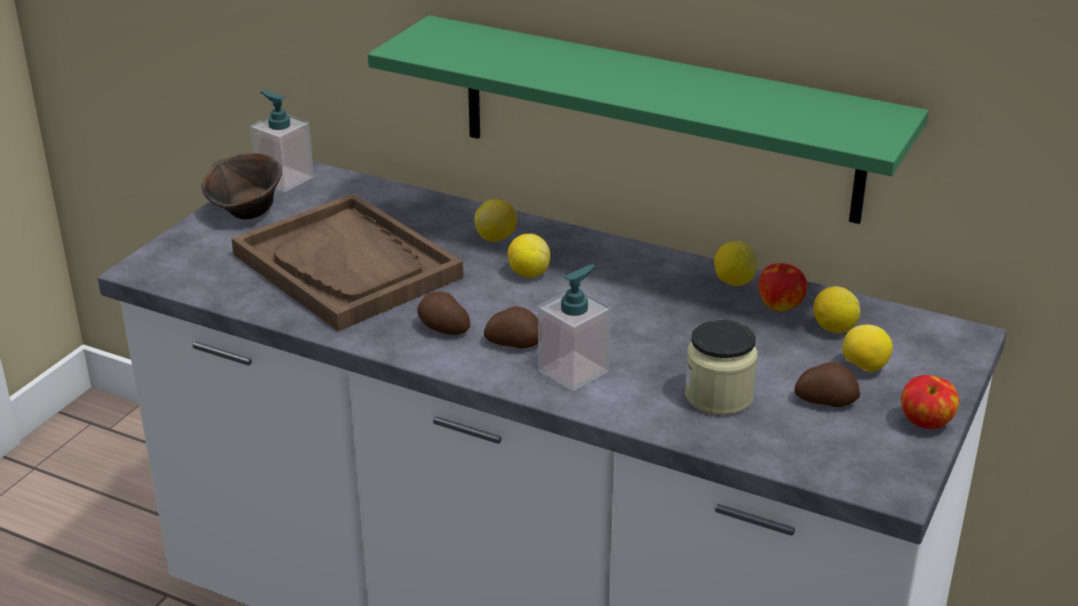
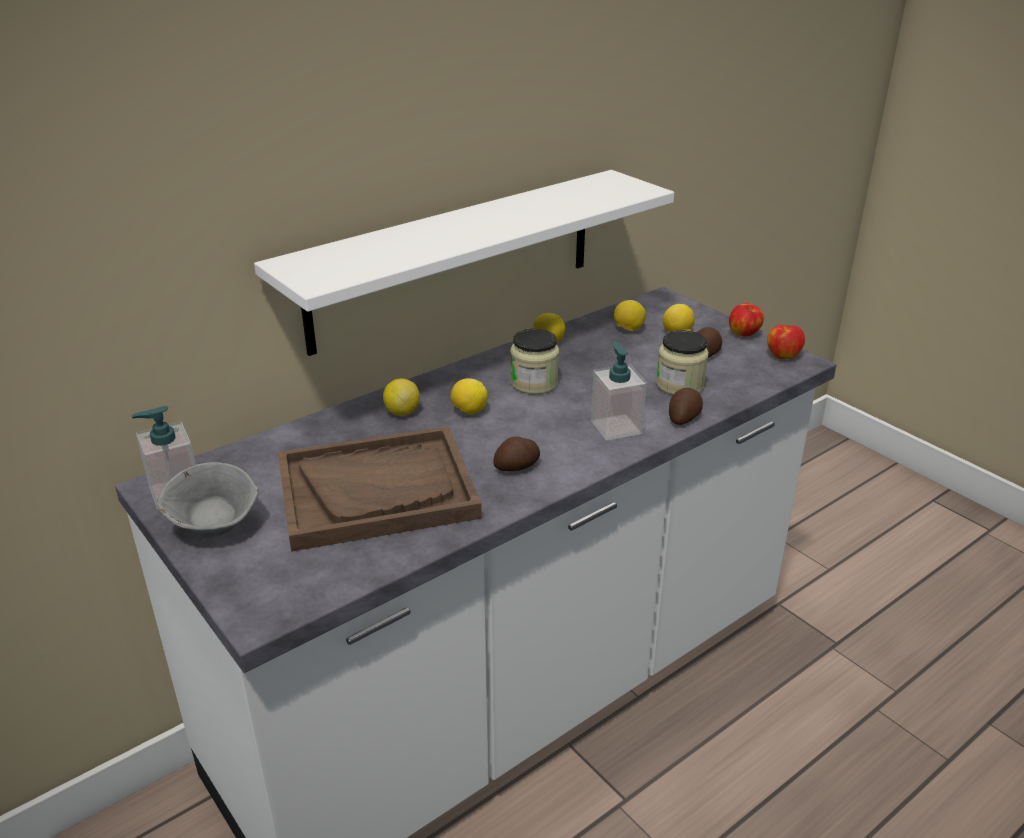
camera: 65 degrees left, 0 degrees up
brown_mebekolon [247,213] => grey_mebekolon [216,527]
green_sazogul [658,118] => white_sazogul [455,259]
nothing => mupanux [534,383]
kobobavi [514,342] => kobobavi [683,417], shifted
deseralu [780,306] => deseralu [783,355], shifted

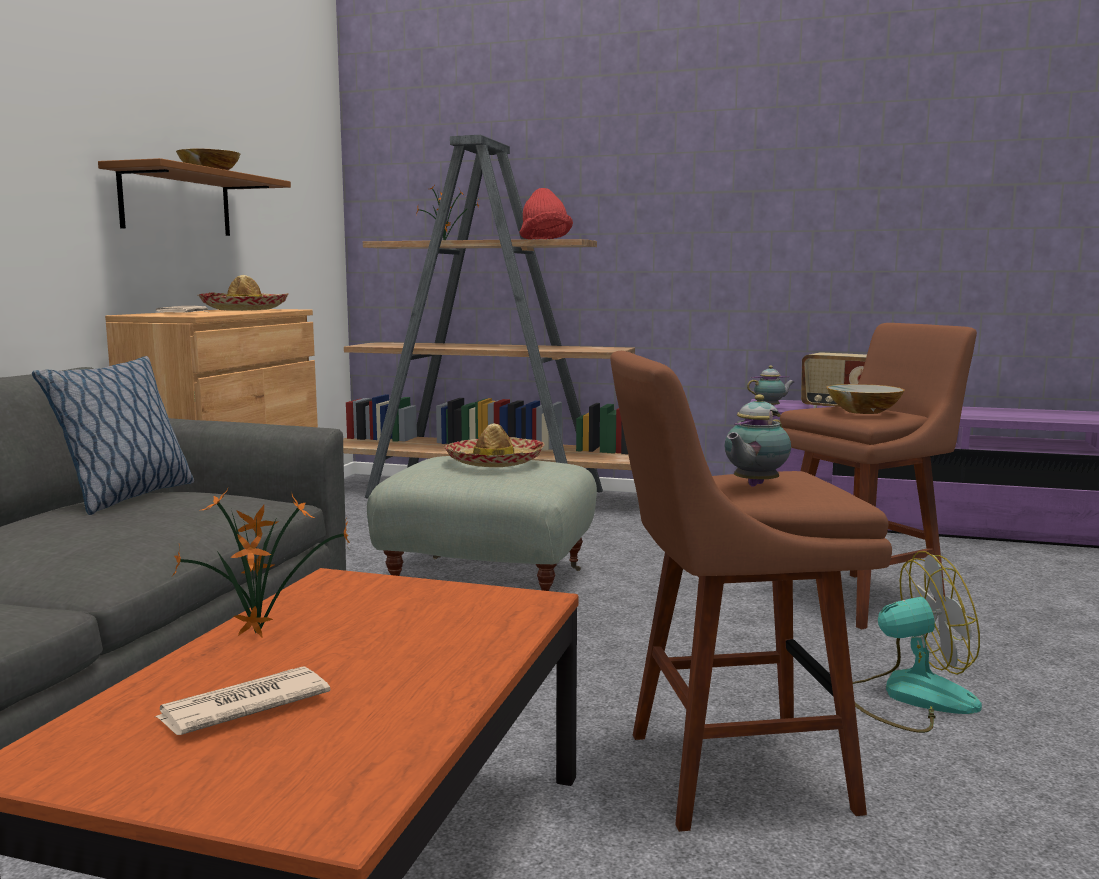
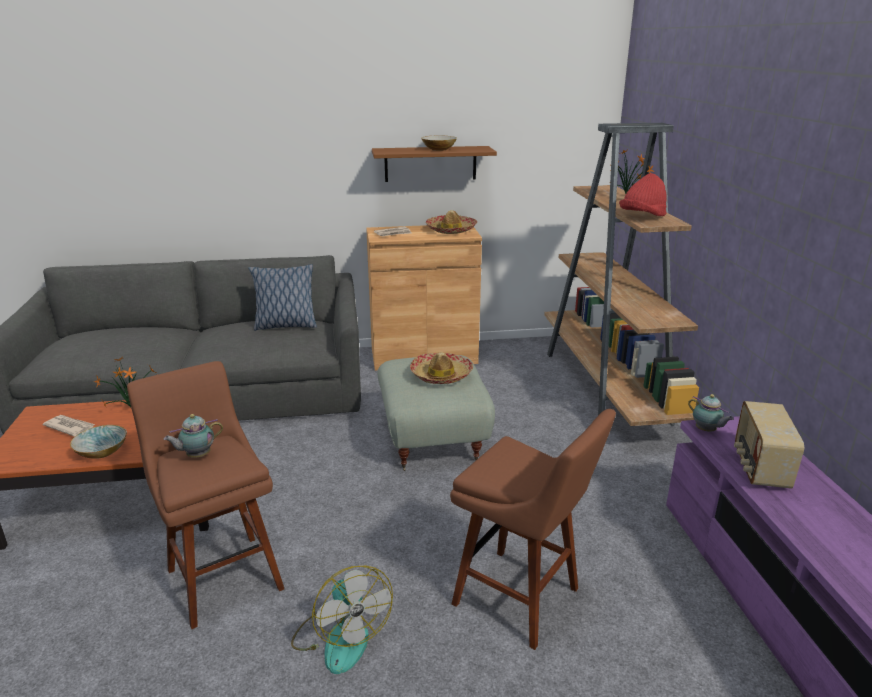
camera: 65 degrees right, 15 degrees up
mebekolon [863,411] => mebekolon [102,451], shifted
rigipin [753,485] => rigipin [197,456], 45 degrees counterclockwise

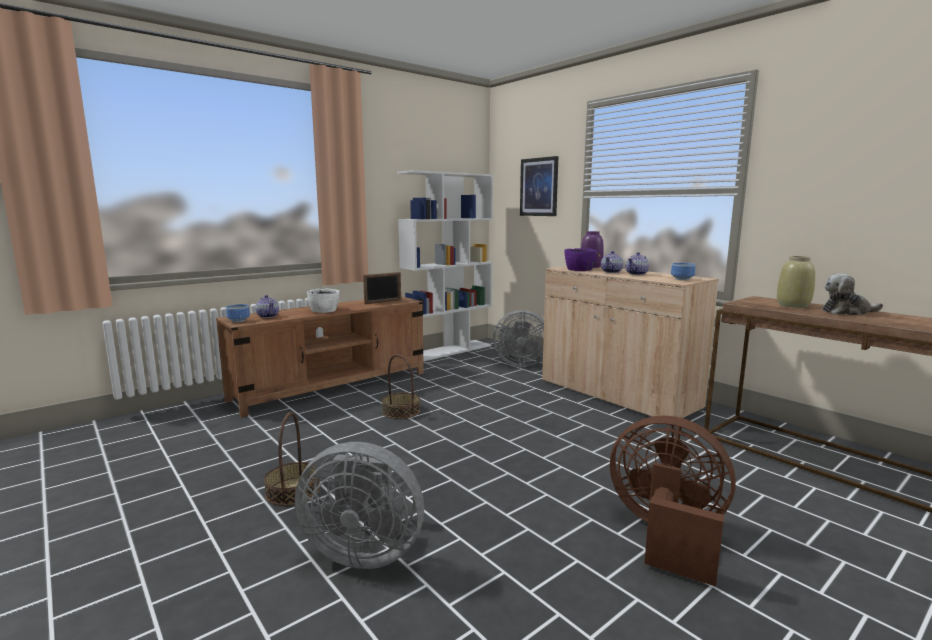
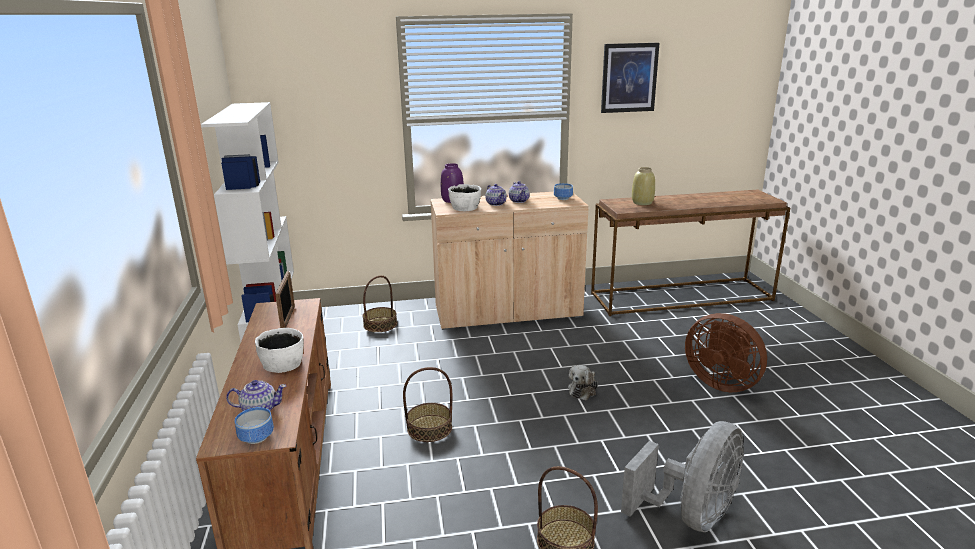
camera: 60 degrees left, 10 degrees up
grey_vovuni [519,364] => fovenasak [380,324]
purple_mebekolon [579,269] => white_mebekolon [465,208]
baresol [847,312] => baresol [583,390], shifted
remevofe [539,187] => remevofe [629,78], shifted
brown_vovuni [666,535] => brown_vovuni [721,382], 105 degrees counterclockwise

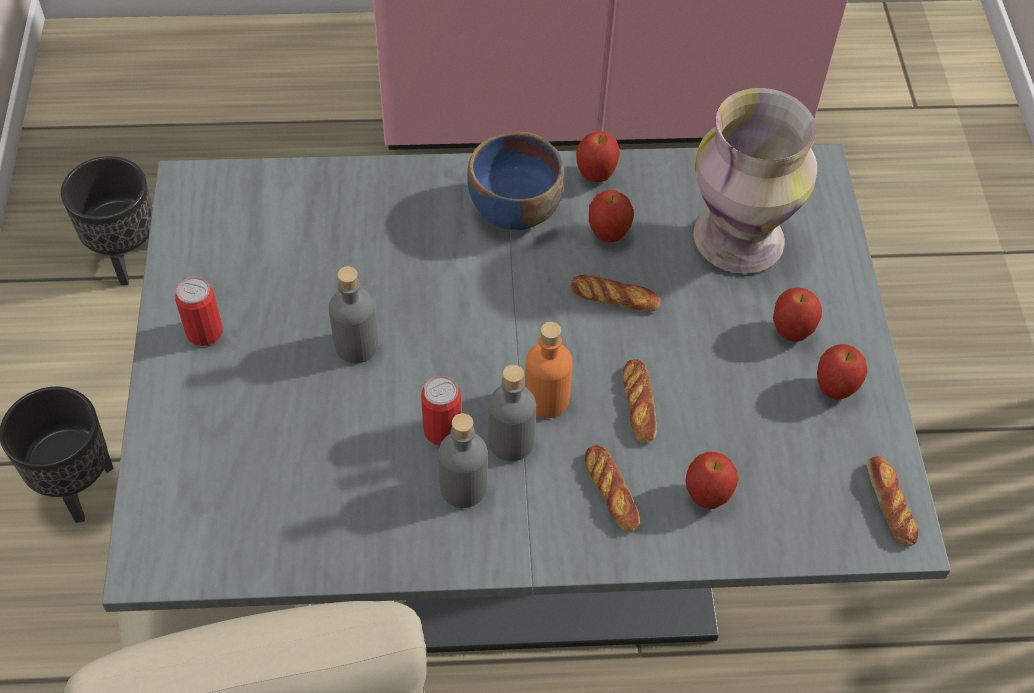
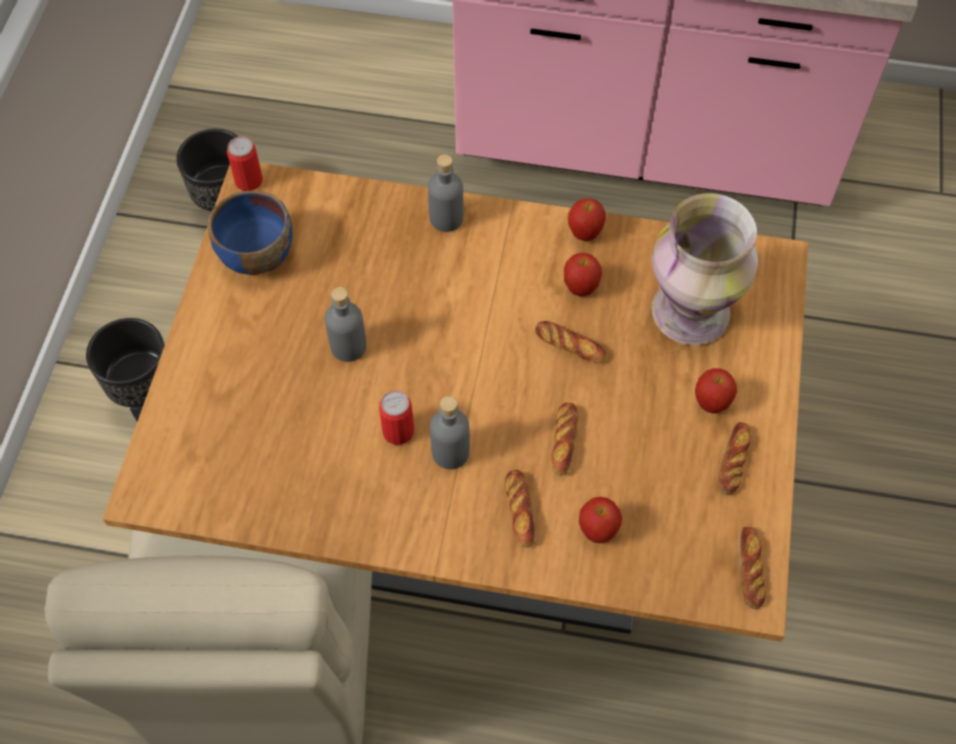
camera: 15 degrees right, 5 degrees up
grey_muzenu [509,549] => brown_muzenu [477,521]
blue_mebekolon [514,209] => blue_mebekolon [256,254], shifted
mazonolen [204,332] => mazonolen [249,181], shifted
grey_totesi [463,488] => grey_totesi [446,218], shifted
deseralu [834,389] => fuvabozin [733,461]
orange_totesi [546,399] => nothing

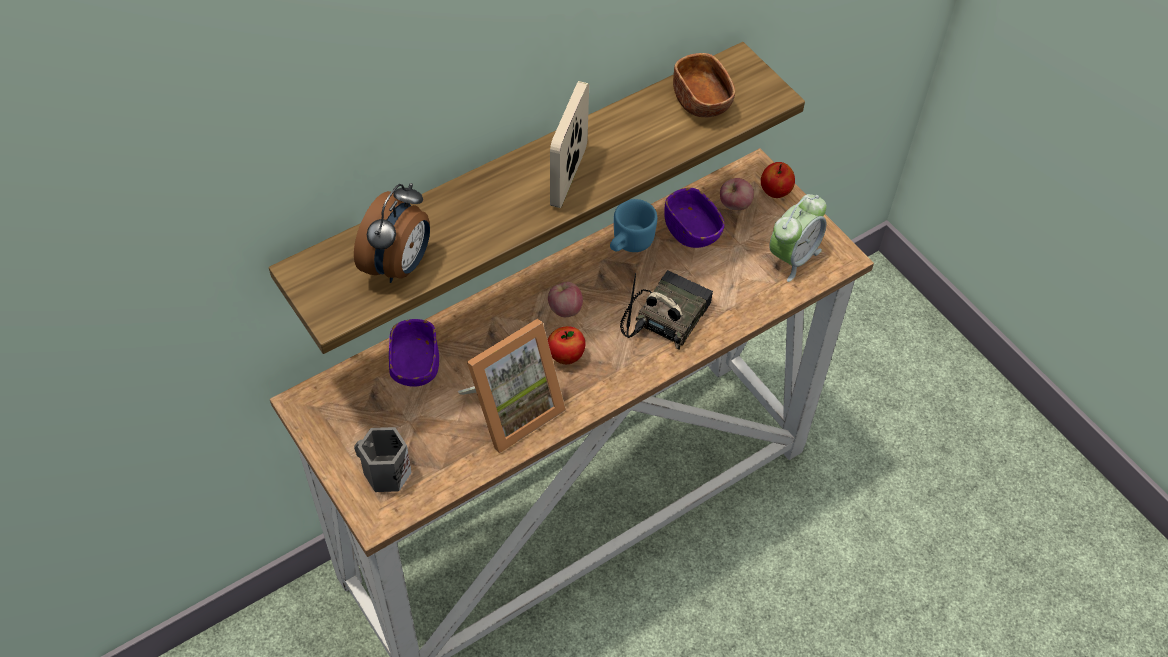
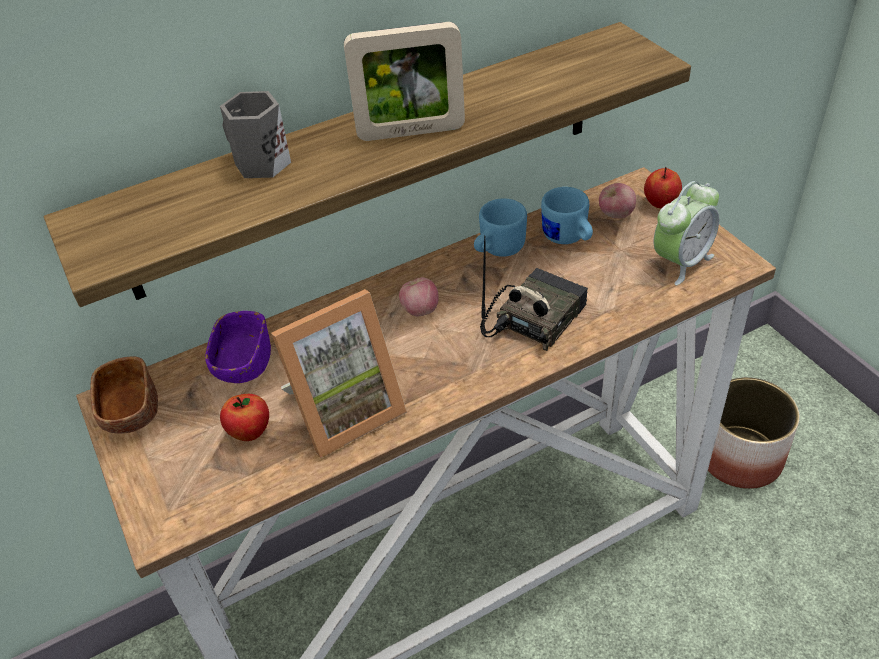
camera: 10 degrees right, 10 degrees down
brown_mebekolon [701,101] => brown_mebekolon [131,412], shifted
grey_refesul [385,473] => grey_refesul [259,163], shifted
deseralu [565,356] => deseralu [250,432], shifted
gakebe [569,176] => gakebe [411,132], 120 degrees counterclockwise
purple_mebekolon [692,231] => blue_refesul [568,238]
nothing => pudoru [741,457]
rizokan [399,265] => nothing

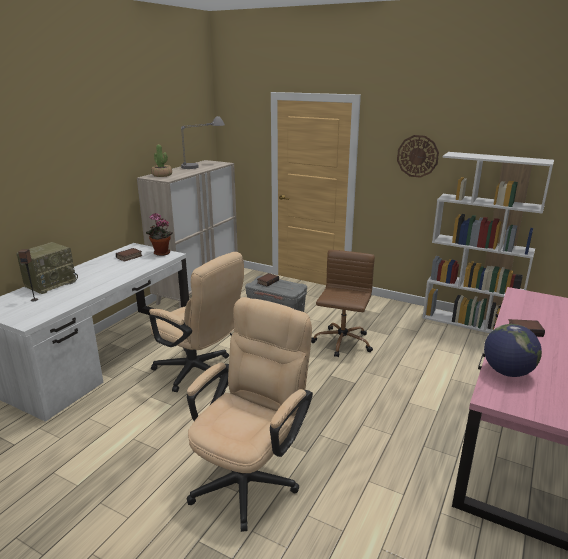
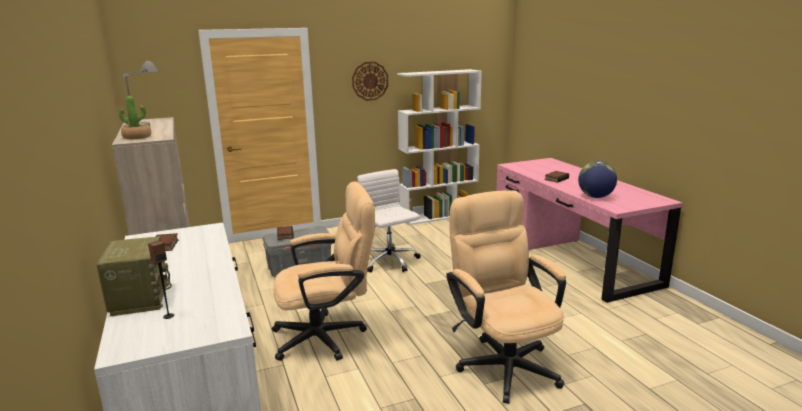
camera: 50 degrees left, 5 degrees down
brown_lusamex [342,343] => white_lusamex [390,262]
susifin [160,253] => nothing

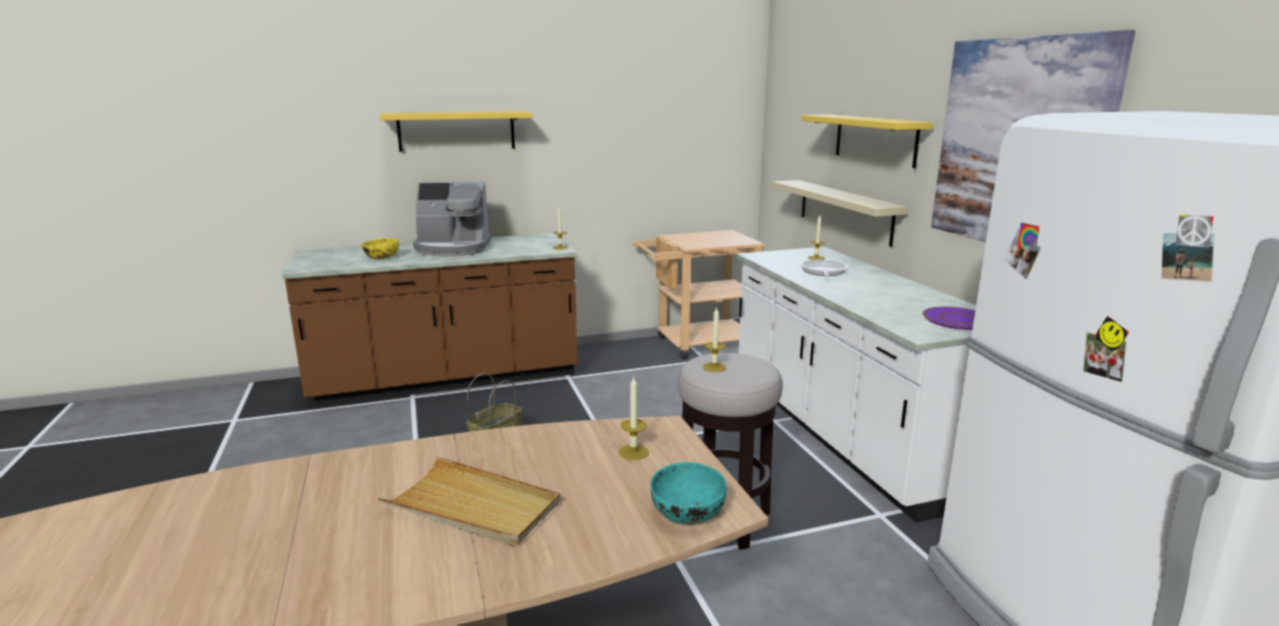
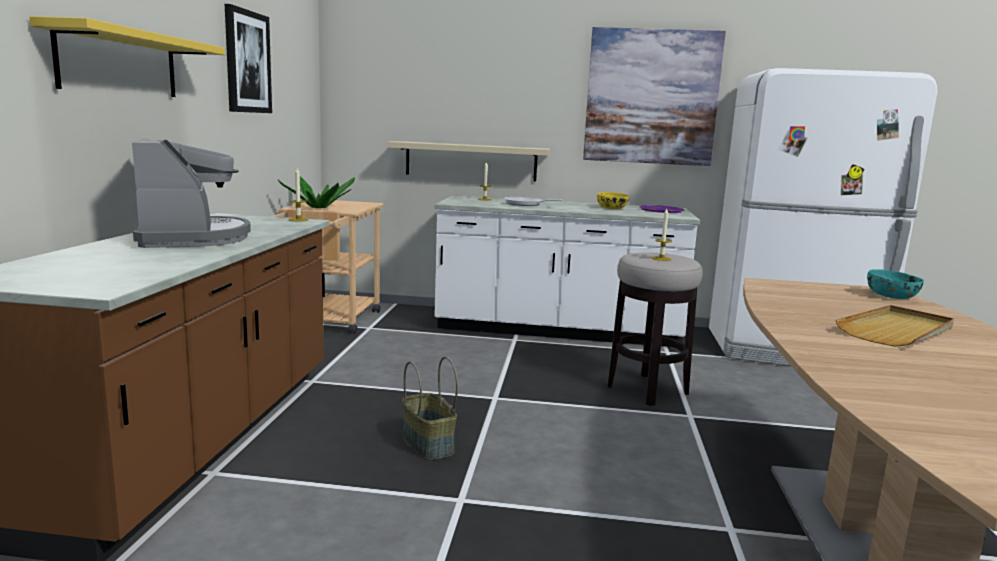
camera: 65 degrees left, 5 degrees down
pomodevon [453,248] => pomodevon [192,238], 45 degrees counterclockwise
nothing => remevofe [247,62]
nothing => susifin [318,208]
yellow_mebekolon [381,257] => yellow_mebekolon [611,208], shifted
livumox [633,452] => nothing
yellow_sazogul [875,139] => nothing

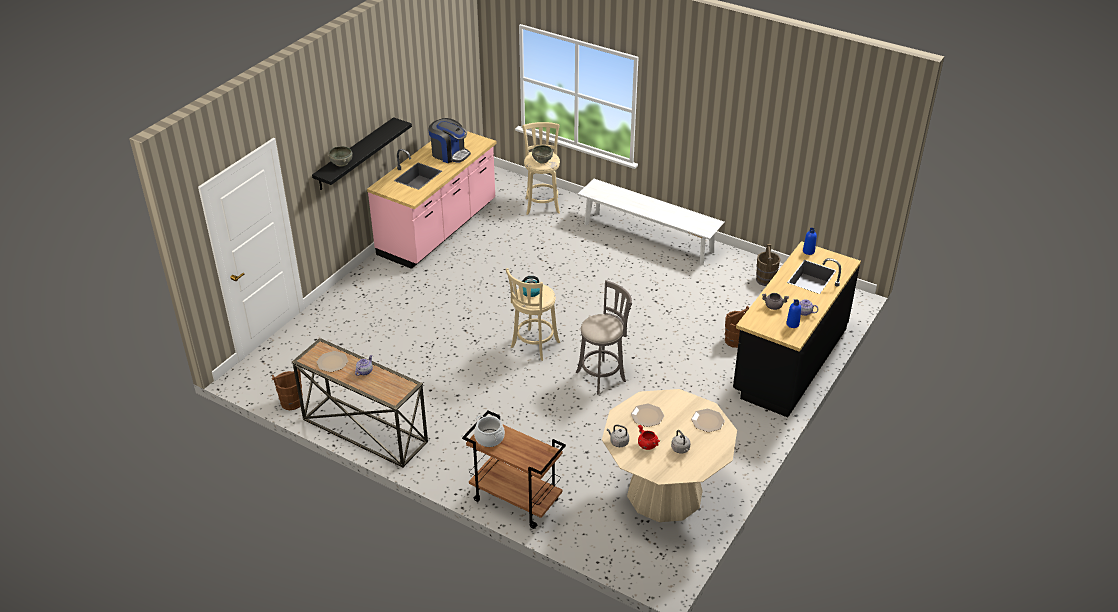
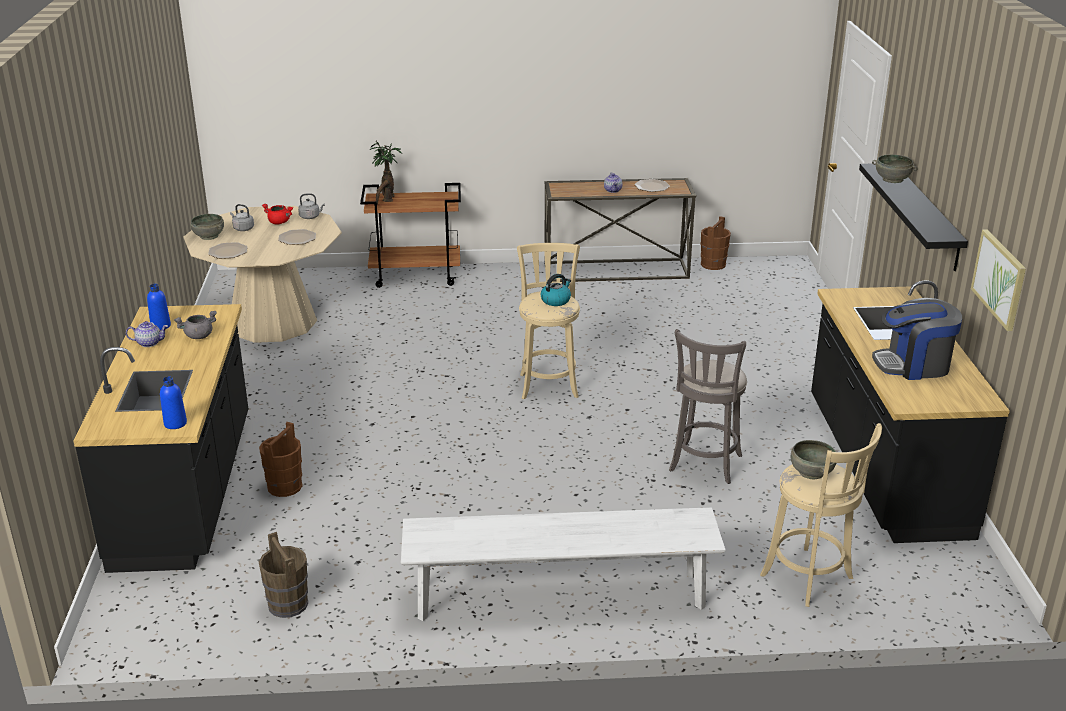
camera: 145 degrees right, 10 degrees down
nothing => grey_mebekolon [209,236]
nothing => susifin [386,200]
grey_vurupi [603,375] => grey_vurupi [704,465], shifted
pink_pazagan [438,229] => black_pazagan [884,467]
nothing => remevofe [999,279]
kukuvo [489,438] => nothing

